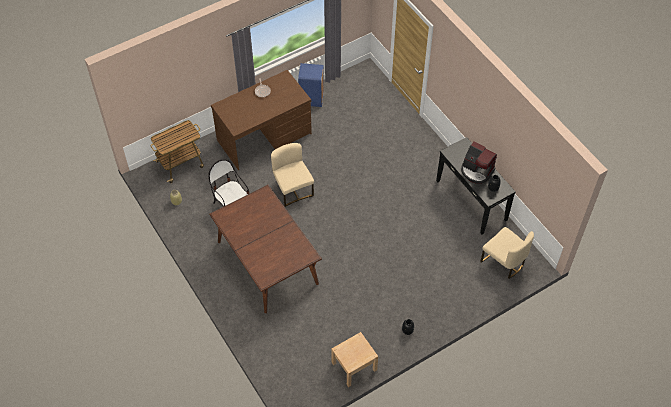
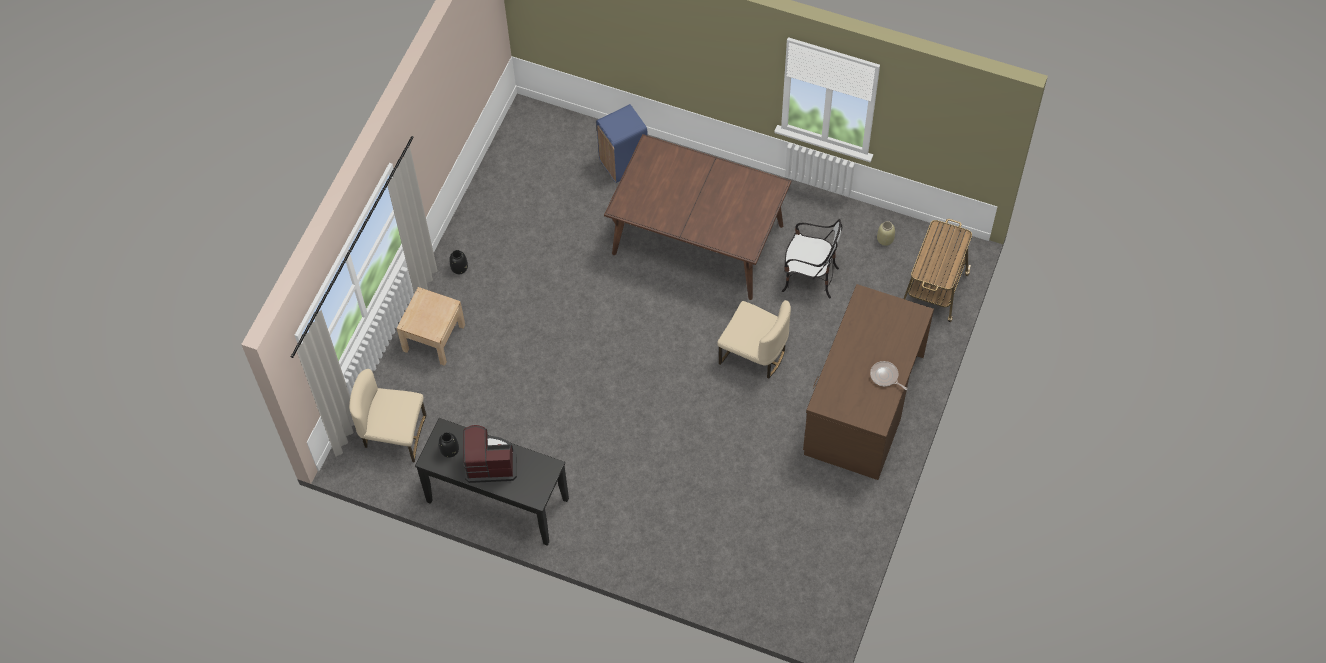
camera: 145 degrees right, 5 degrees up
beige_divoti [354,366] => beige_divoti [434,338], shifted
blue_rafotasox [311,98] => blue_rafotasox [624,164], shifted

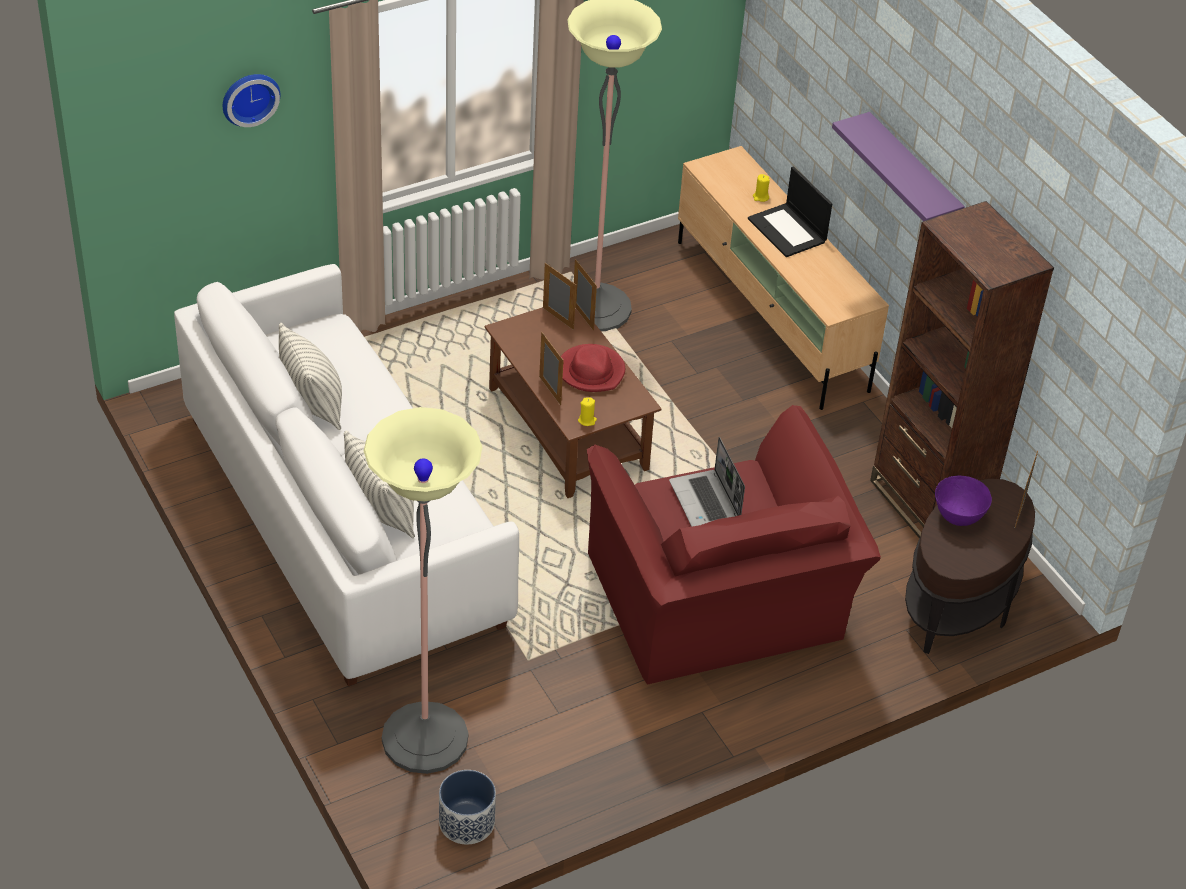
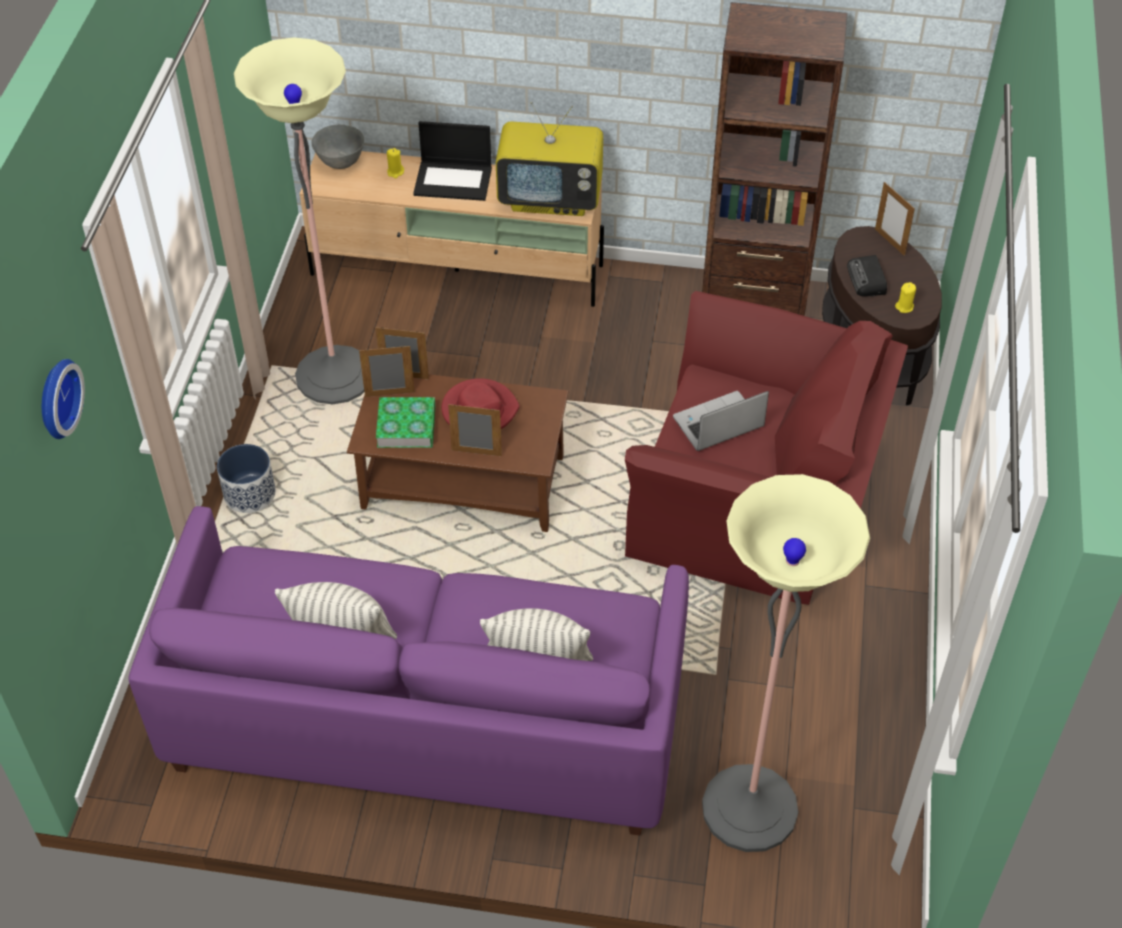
camera: 50 degrees left, 5 degrees up
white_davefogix [343,520] => purple_davefogix [425,719]
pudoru [466,822] => pudoru [249,494], shifted
nothing => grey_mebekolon [340,162]
nothing => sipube [406,427]
nothing => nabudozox [551,198]
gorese [706,502] => gorese [717,424], 135 degrees clockwise
purple_mebekolon [958,517] => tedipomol [867,280]
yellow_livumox [587,420] => yellow_livumox [904,307], shifted
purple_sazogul [912,176] => nothing

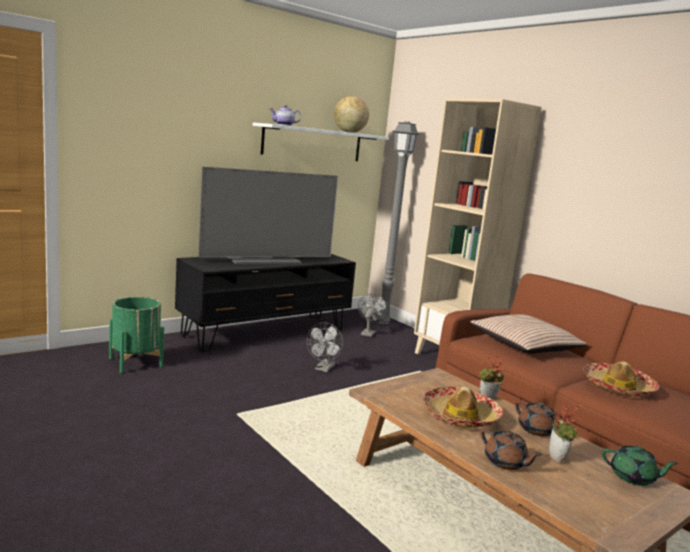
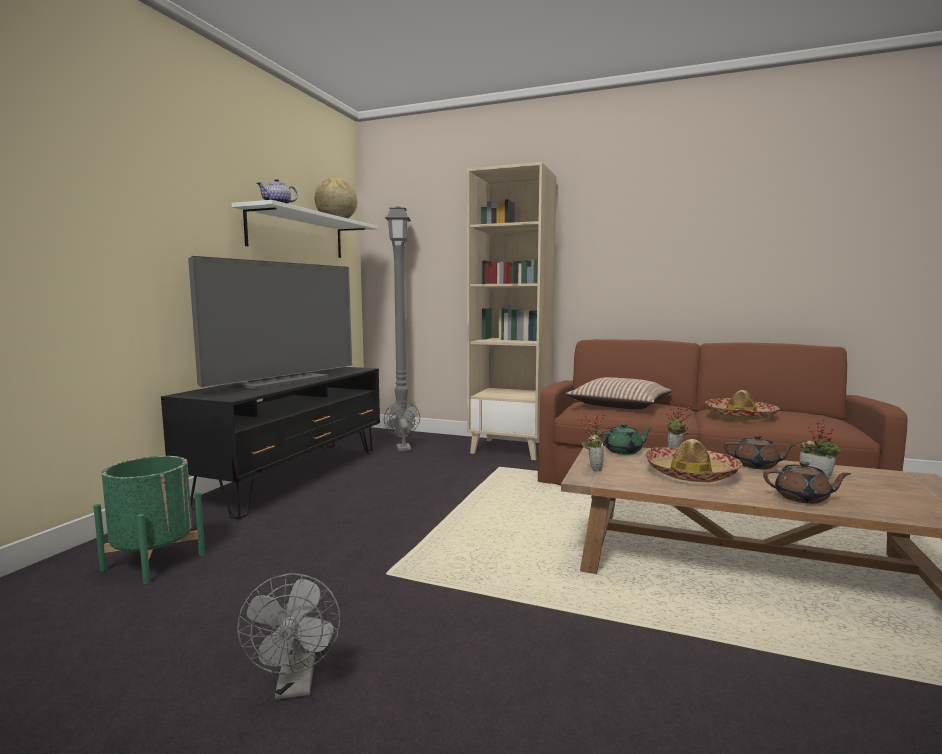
camera: 30 degrees left, 5 degrees down
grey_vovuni [324,369] => grey_vovuni [296,686], shifted
nothing => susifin [593,468]
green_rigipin [633,477] => green_rigipin [624,451], shifted

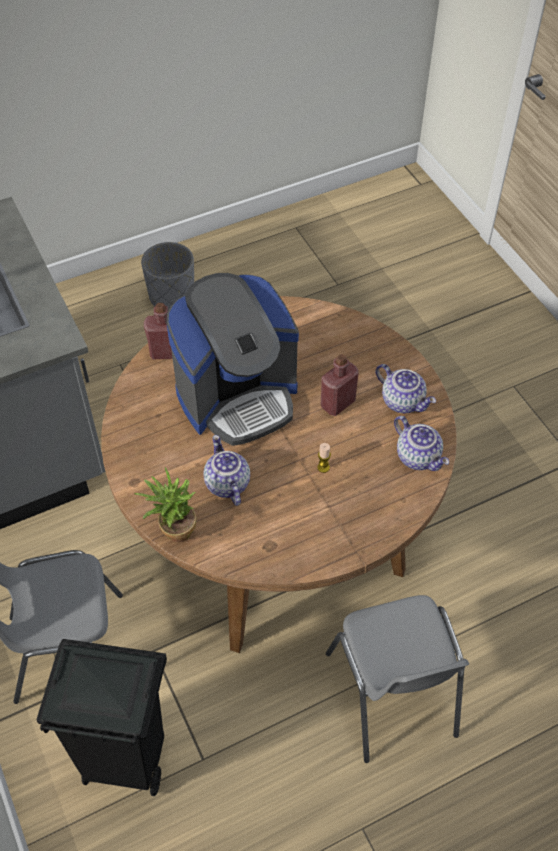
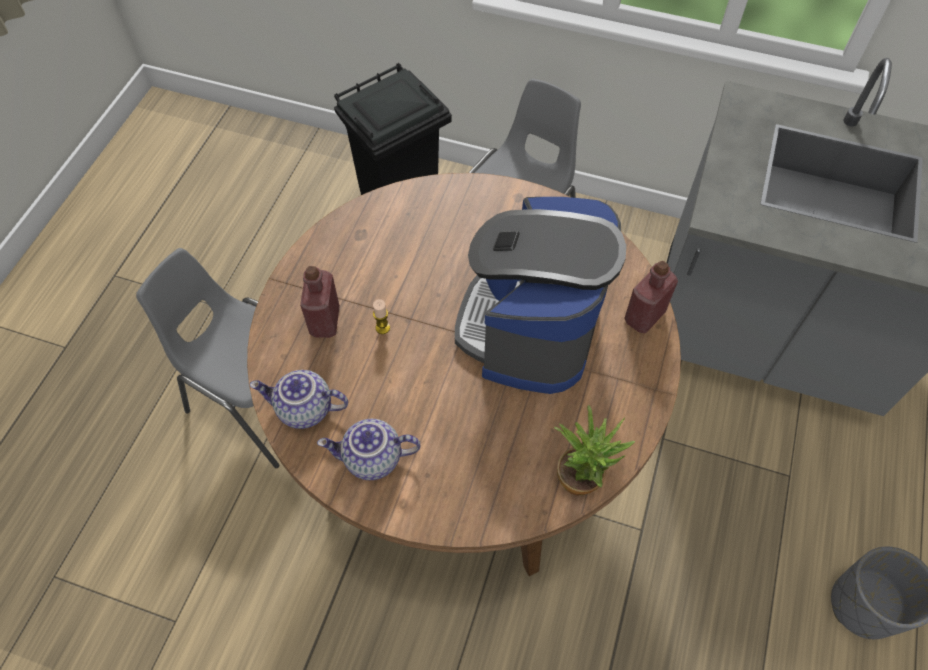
camera: 135 degrees right, 5 degrees up
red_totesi [337,403] => red_totesi [325,321], shifted
susifin [173,530] => susifin [583,476], shifted
rigipin [226,484] => nothing

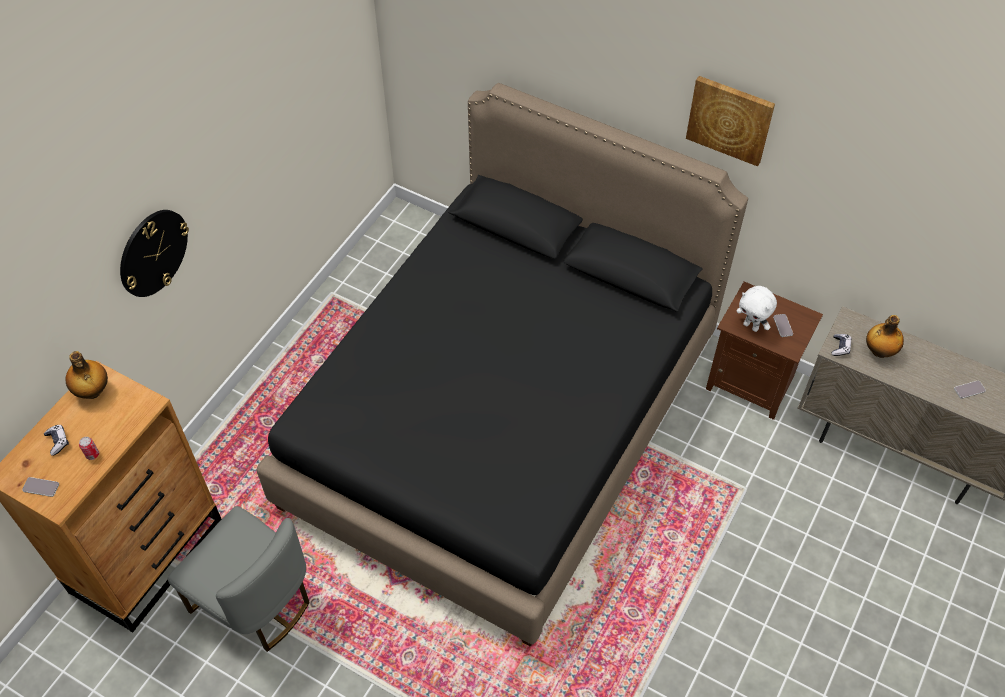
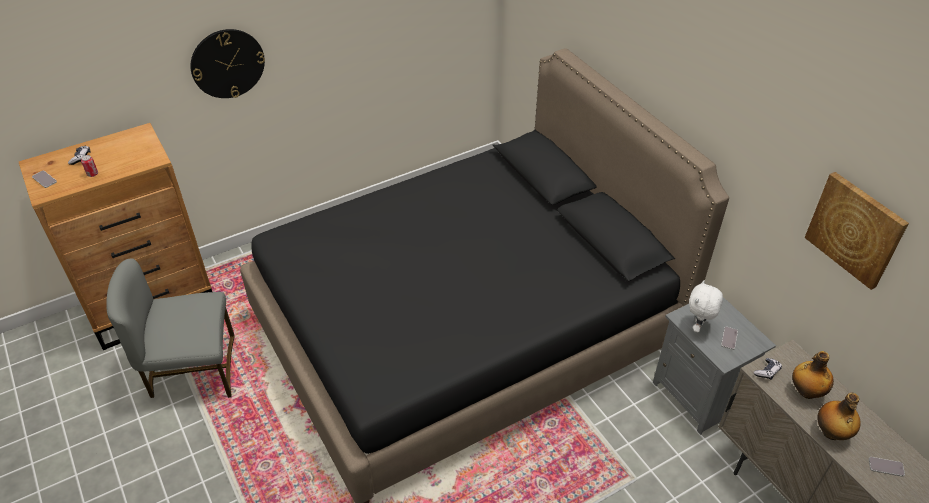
camera: 30 degrees right, 10 degrees down
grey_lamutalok [254,602] => grey_lamutalok [193,370], 105 degrees clockwise
brown_divoti [751,382] => grey_divoti [698,396]
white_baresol [751,326] => white_baresol [698,327], 45 degrees clockwise
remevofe [730,119] => remevofe [855,229], shifted
totesi [92,392] => totesi [831,433], shifted

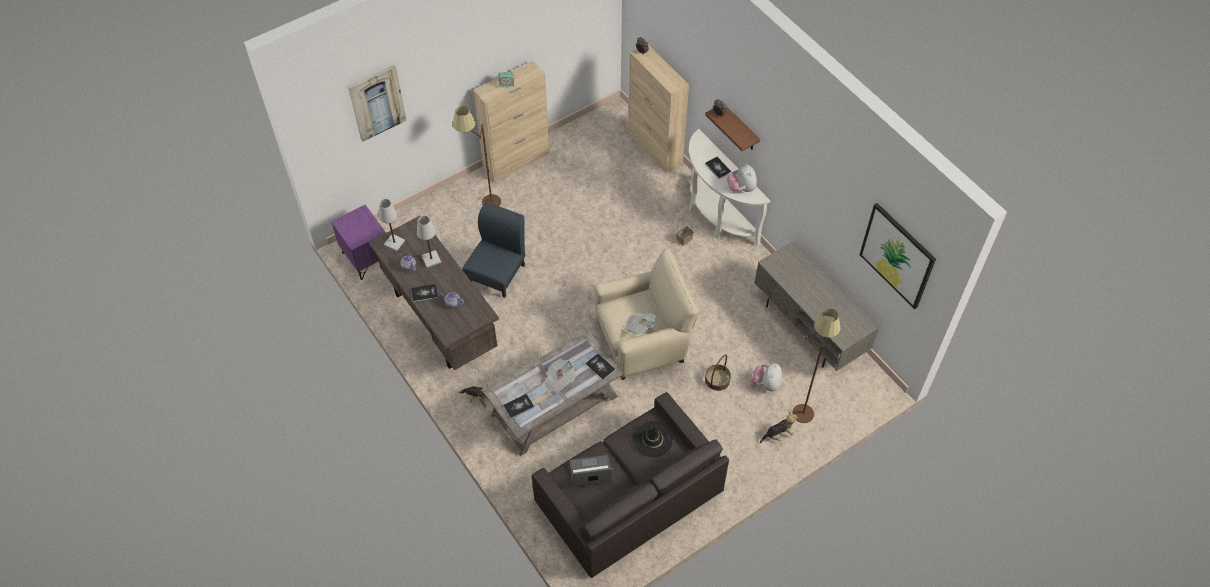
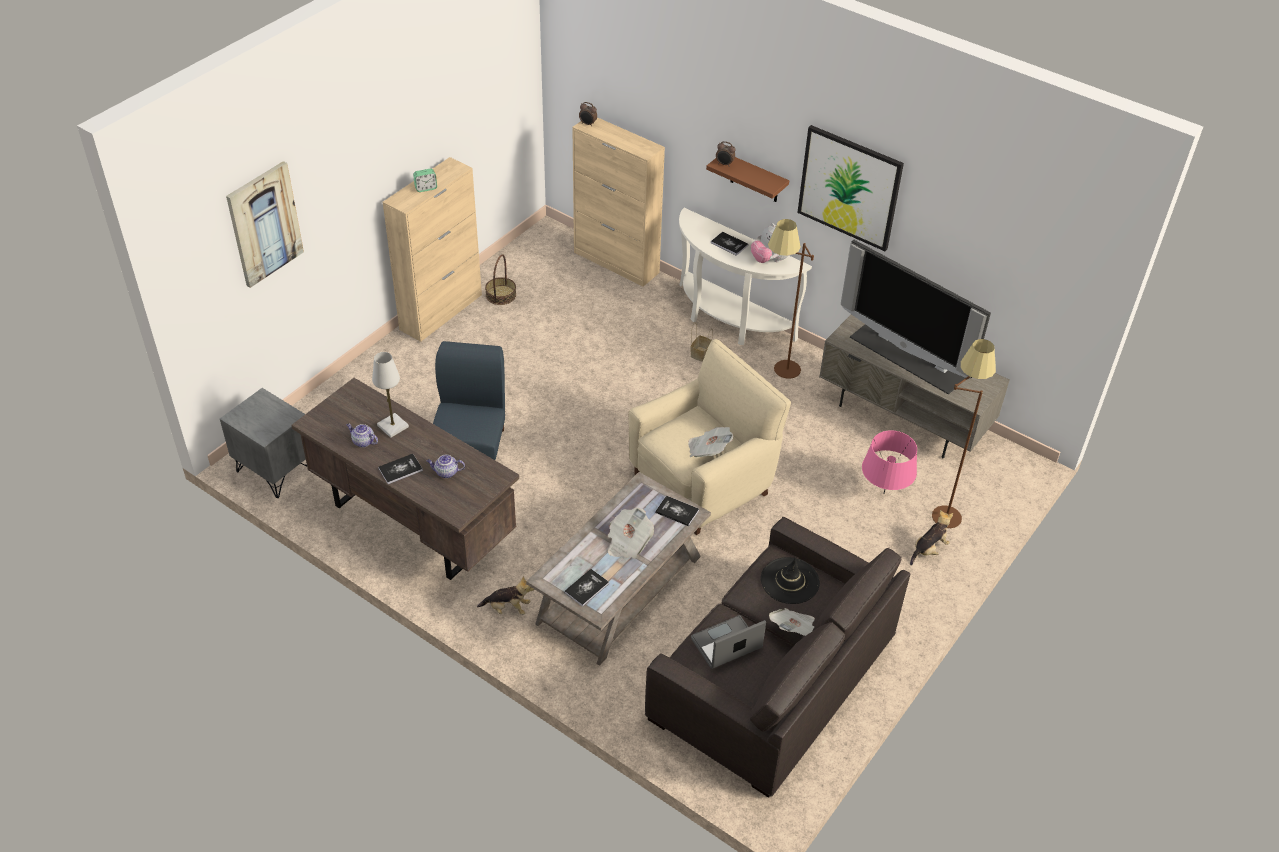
camera: 20 degrees left, 10 degrees down
purple_divoti [366,258] => grey_divoti [275,470]
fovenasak [717,379] => fovenasak [501,295], shifted
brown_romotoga [482,203] => brown_romotoga [777,373], shifted
nothing => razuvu [793,629]
remevofe [897,255] => remevofe [849,187], shifted
nothing => nabudozox [909,356]
baresol [766,383] => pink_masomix [884,494]
white_masomix [394,243] => nothing

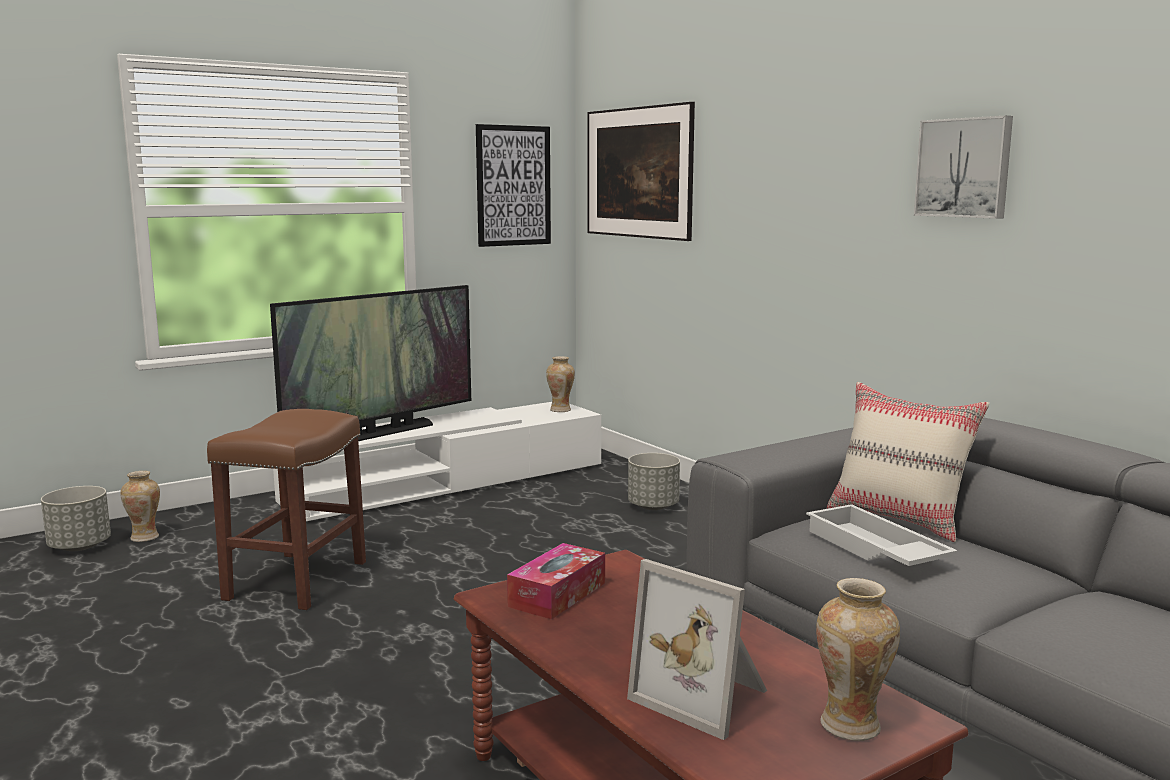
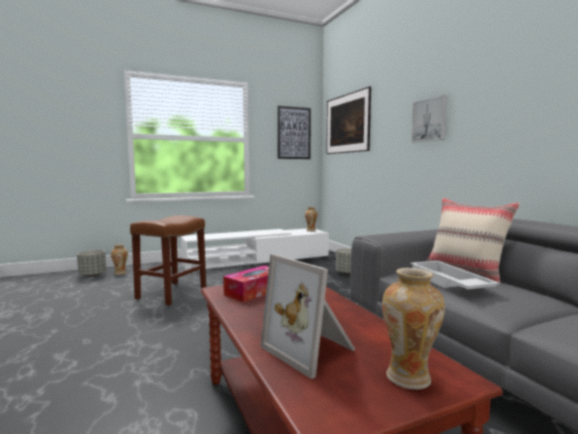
camera: 10 degrees right, 5 degrees down
remevofe [964,168] => remevofe [430,120], shifted
nabudozox [381,432] => nothing

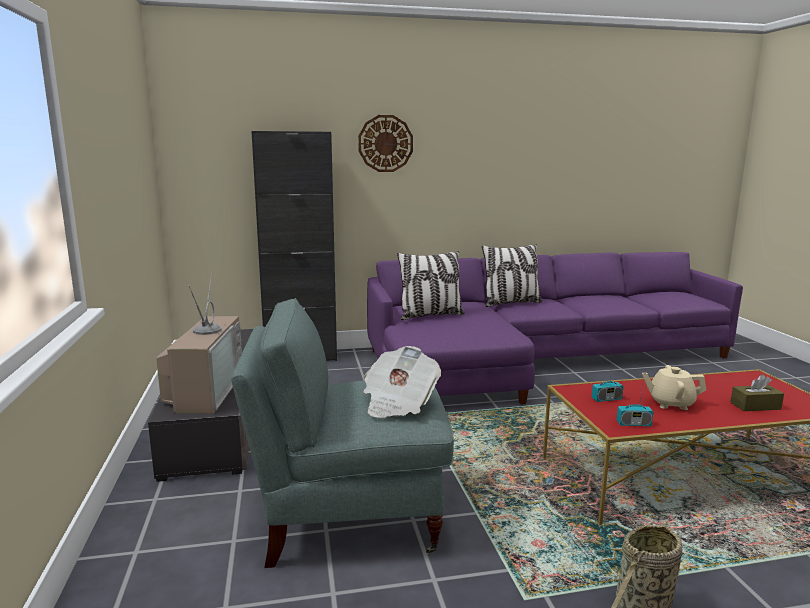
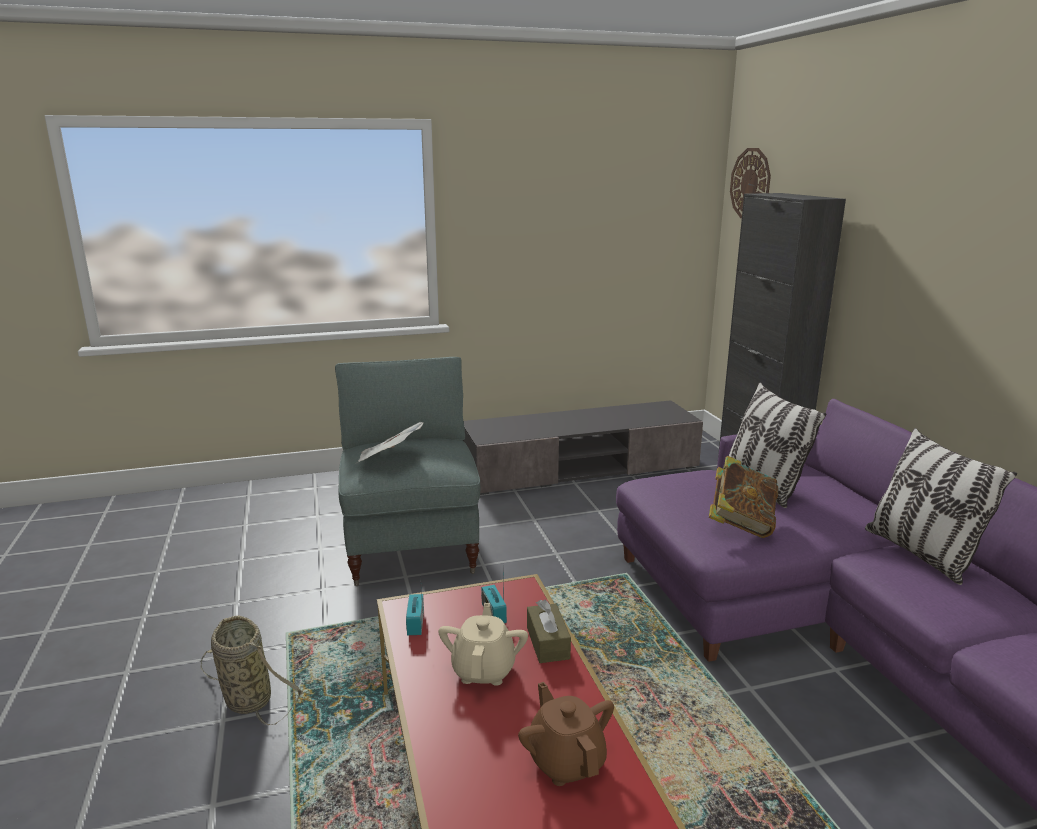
camera: 85 degrees right, 5 degrees up
nothing => brown_rigipin [566,761]
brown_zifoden [755,406] => brown_zifoden [547,643], shifted
nothing => sipube [741,524]
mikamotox [385,143] => mikamotox [750,184], shifted
nabudozox [204,391] => nothing

